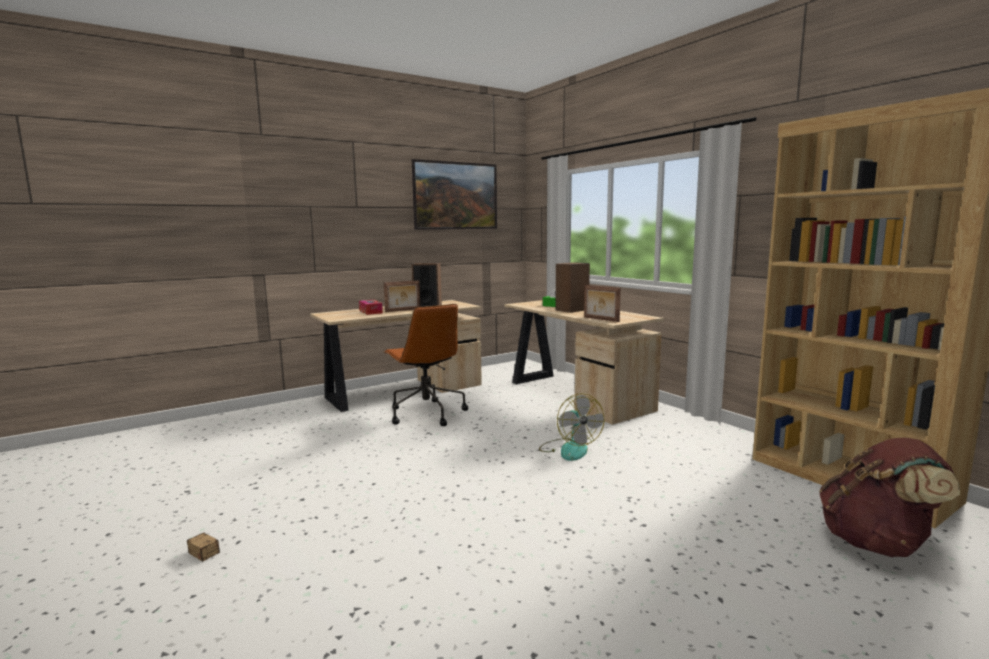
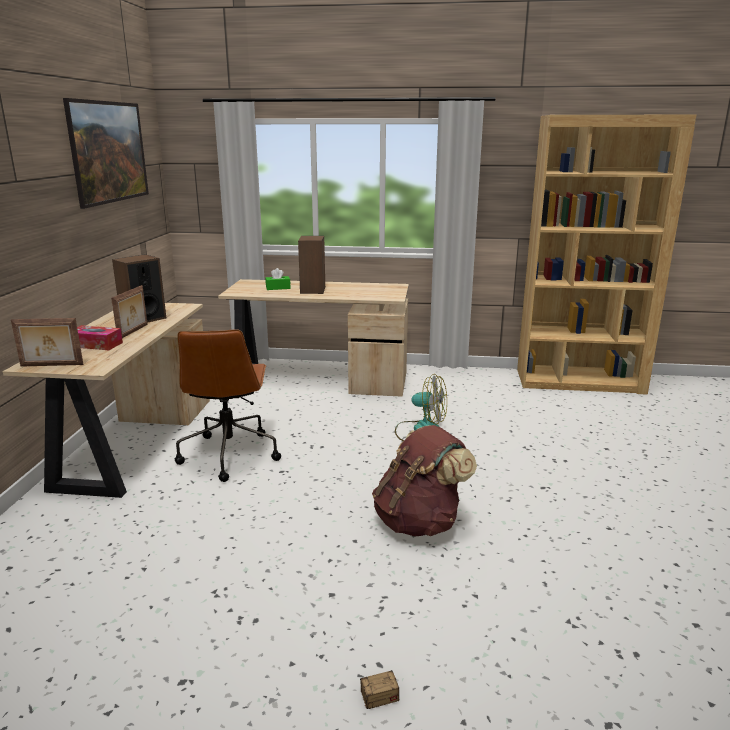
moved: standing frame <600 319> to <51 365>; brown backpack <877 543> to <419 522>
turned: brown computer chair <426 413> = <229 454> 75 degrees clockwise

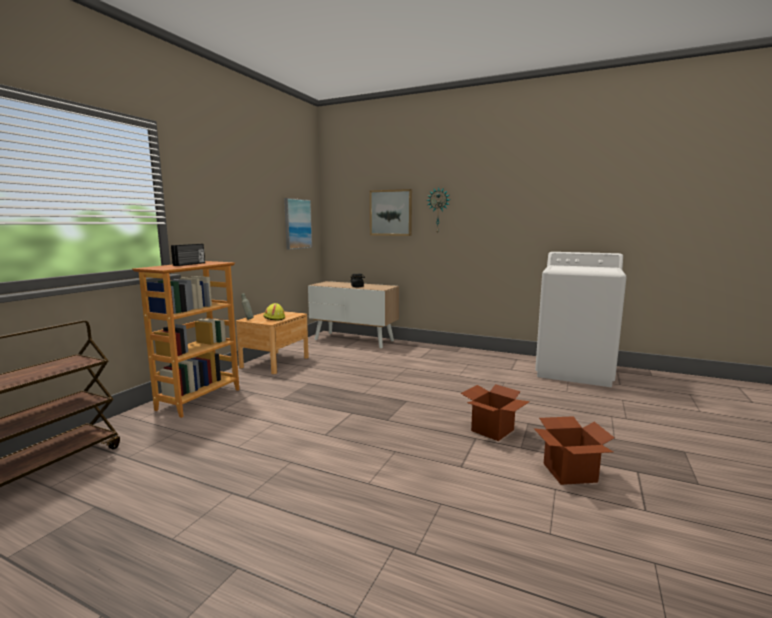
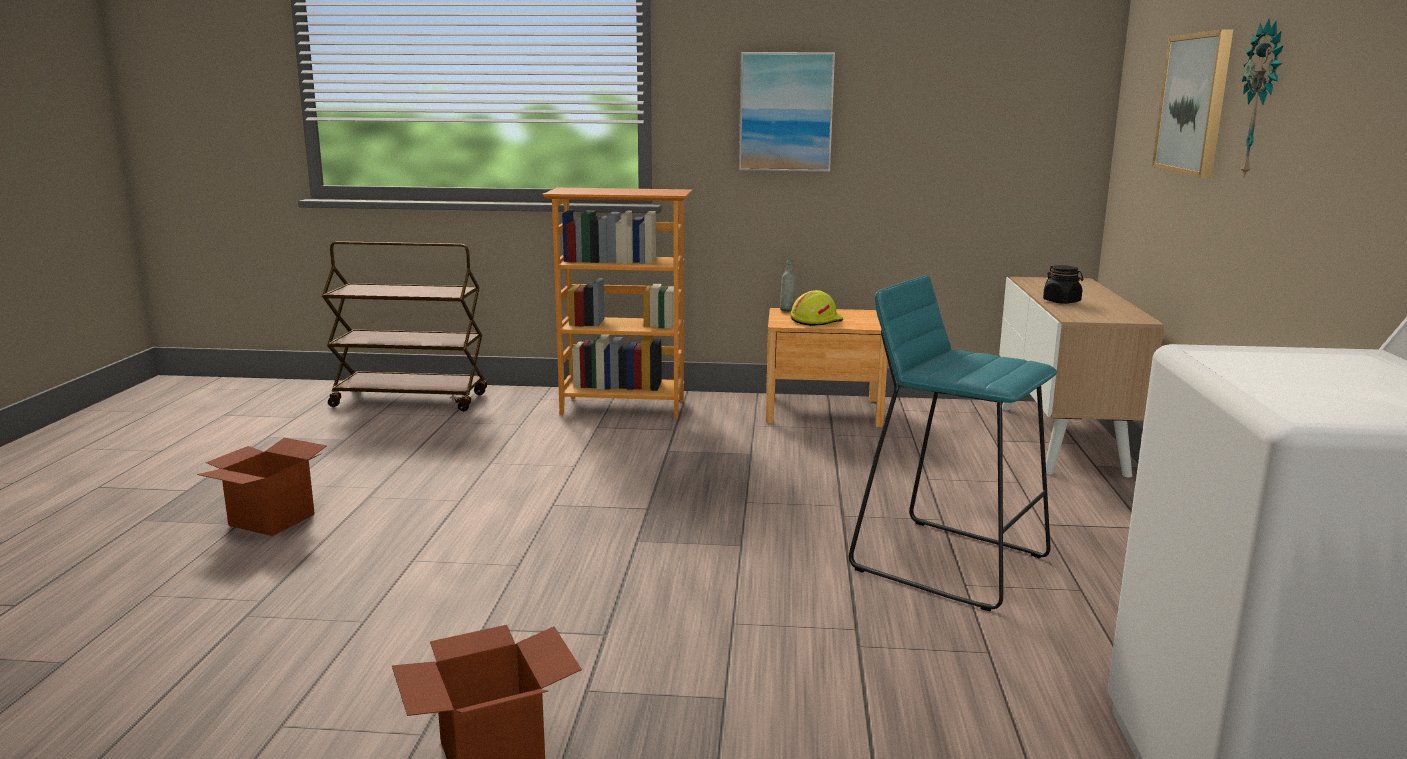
removed: radio set <190 264>
added: turquoise sitting stool <948 561>
moved: picture <297 224> to <786 112>; cardboard box <492 430> to <272 520>

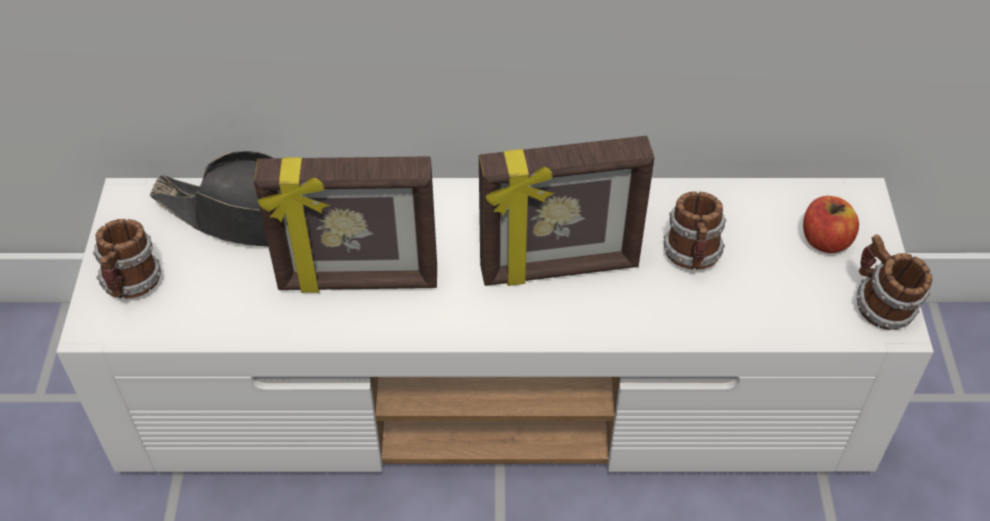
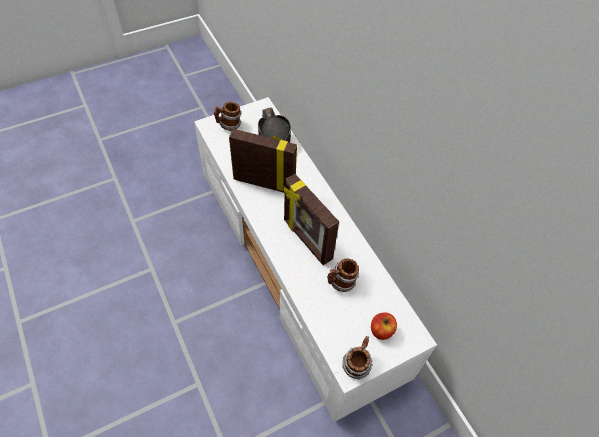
turned: standing frame <358 282> = <264 182> 135 degrees clockwise

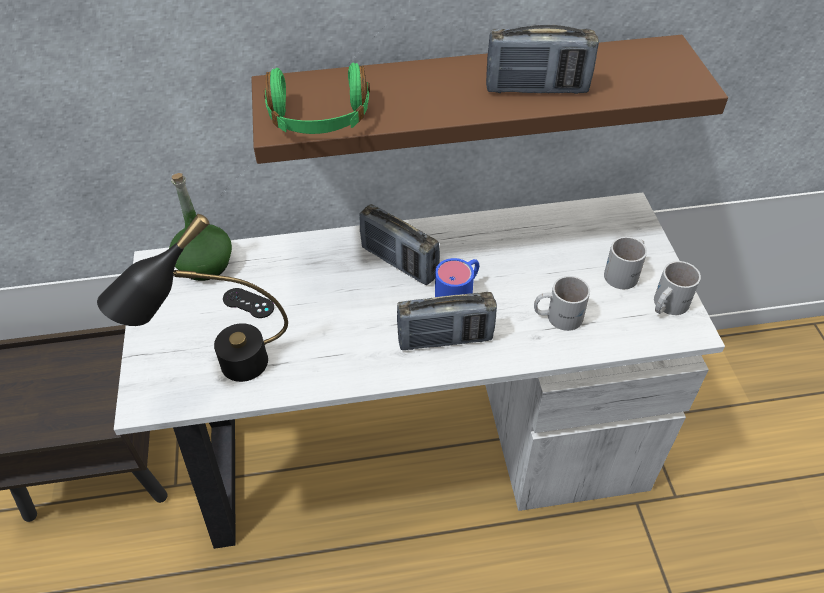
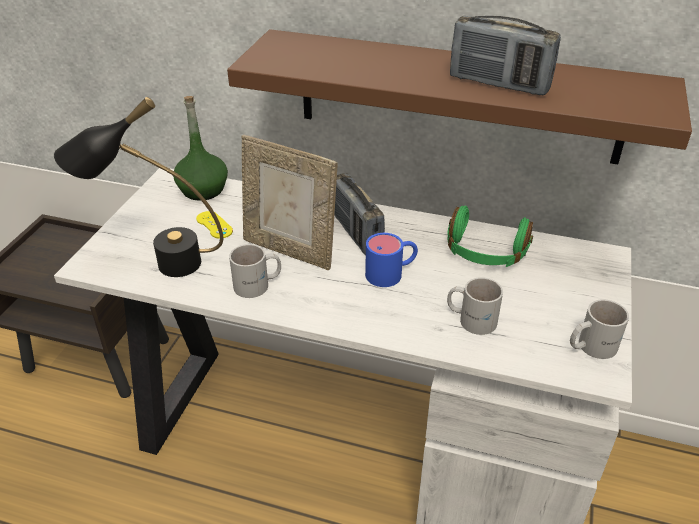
removed: radio set <445 339>
added: standing frame <290 250>
moved: green-coloured pair of headphones <319 119> to <485 252>; white tea mug <626 273> to <258 285>
recoloured: blackish game controller <248 303> to yellow-coloured game controller <214 225>

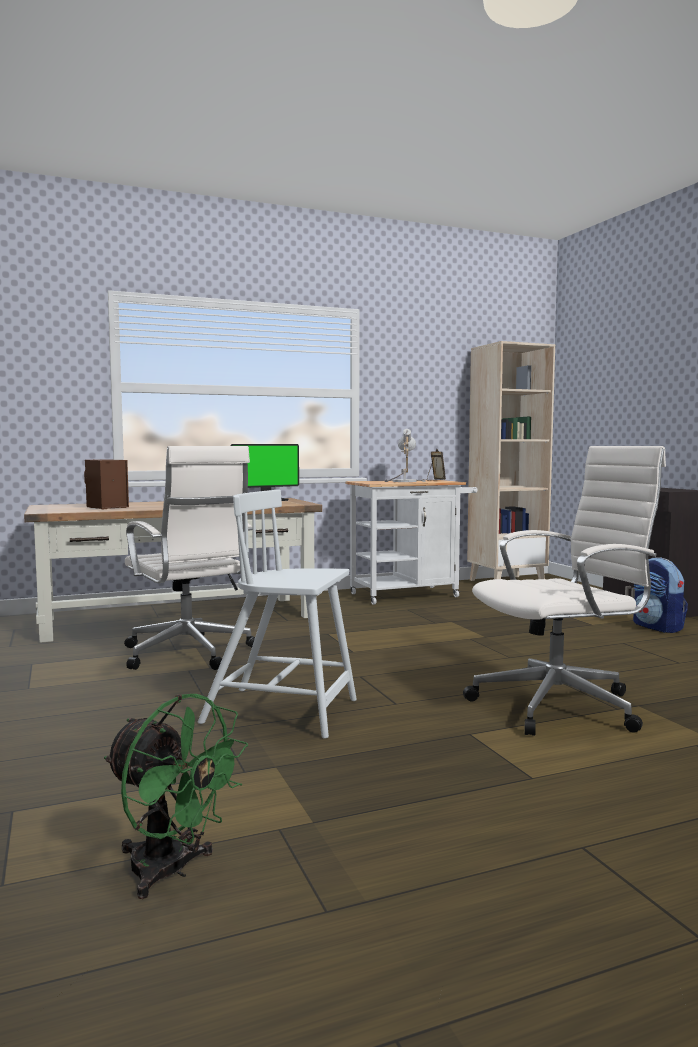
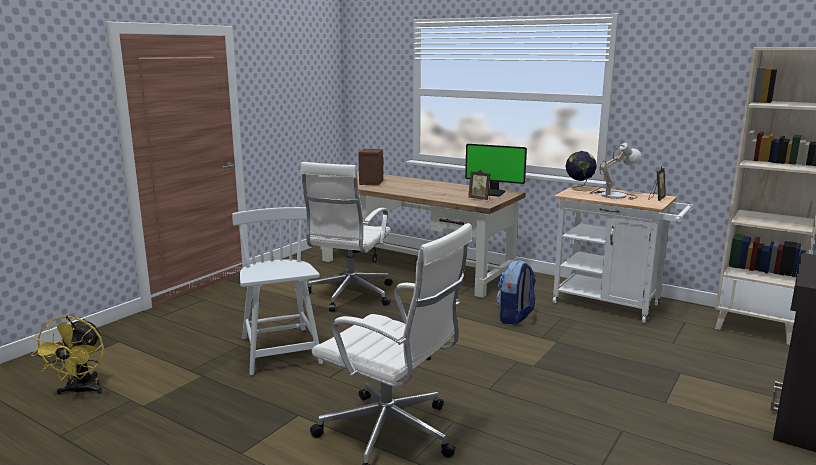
added: globe <579 188>; standing frame <480 199>
moved: backpack <658 627> to <515 317>
recoloured: green-coloured cooling fan <172 871> to yellow-coloured cooling fan <81 391>

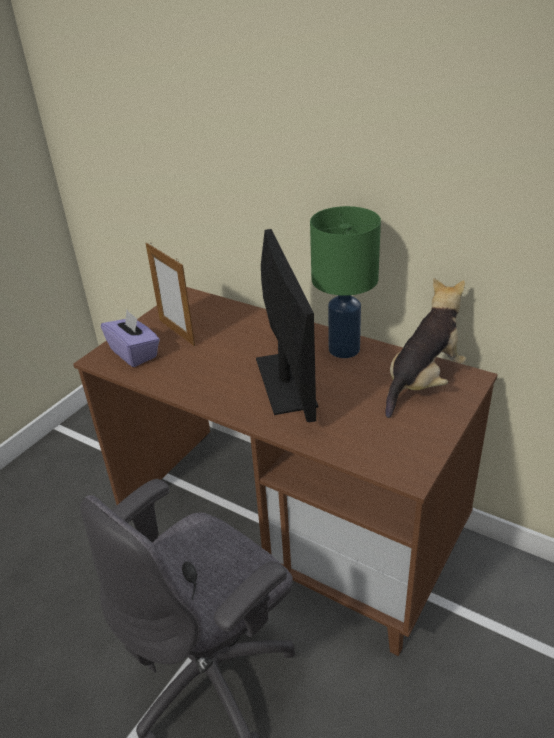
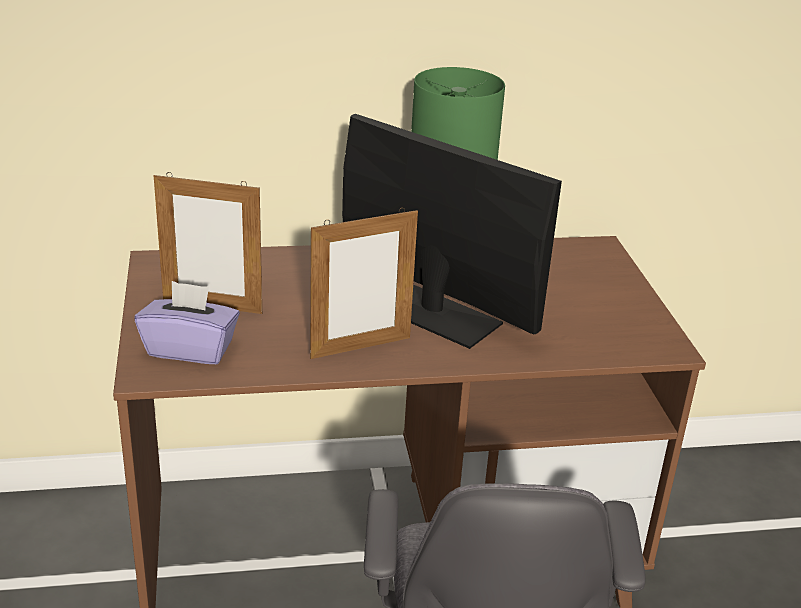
removed: plush toy <423 382>
added: standing frame <360 347>

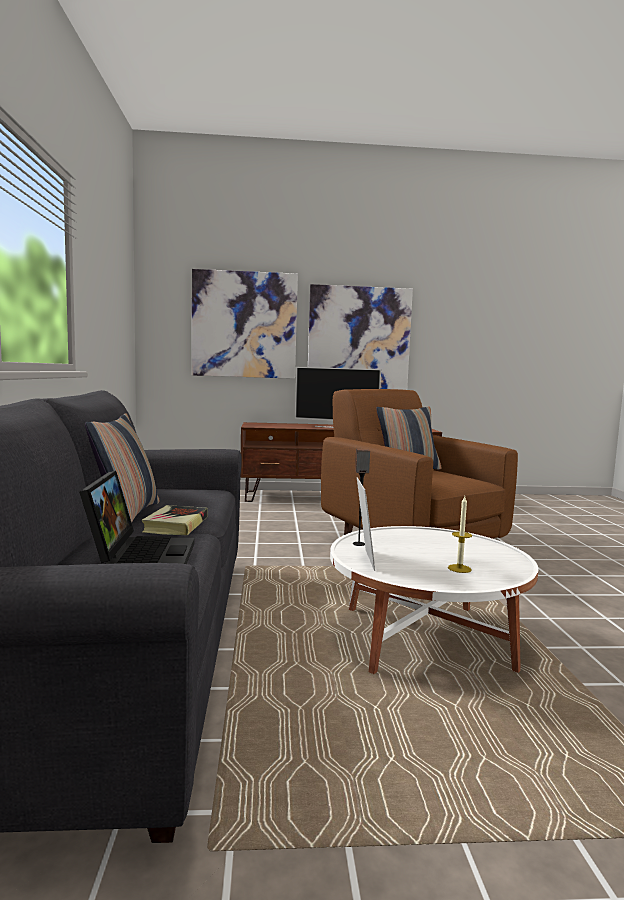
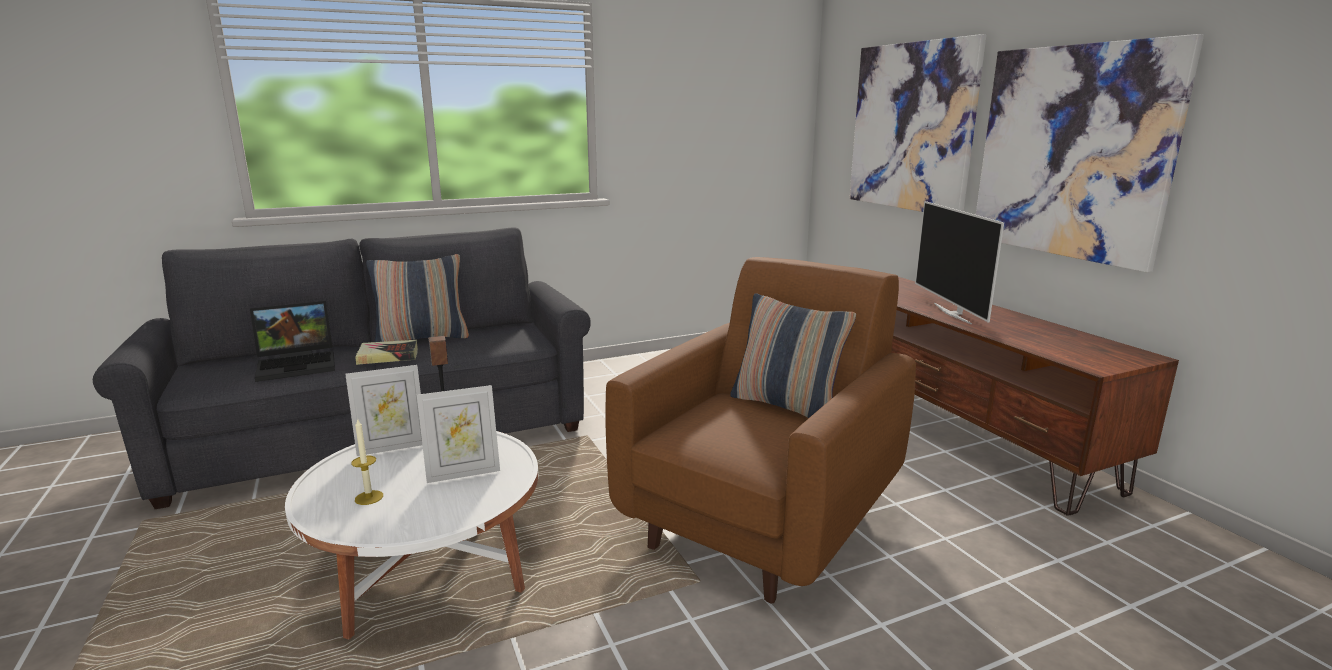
added: standing frame <463 473>

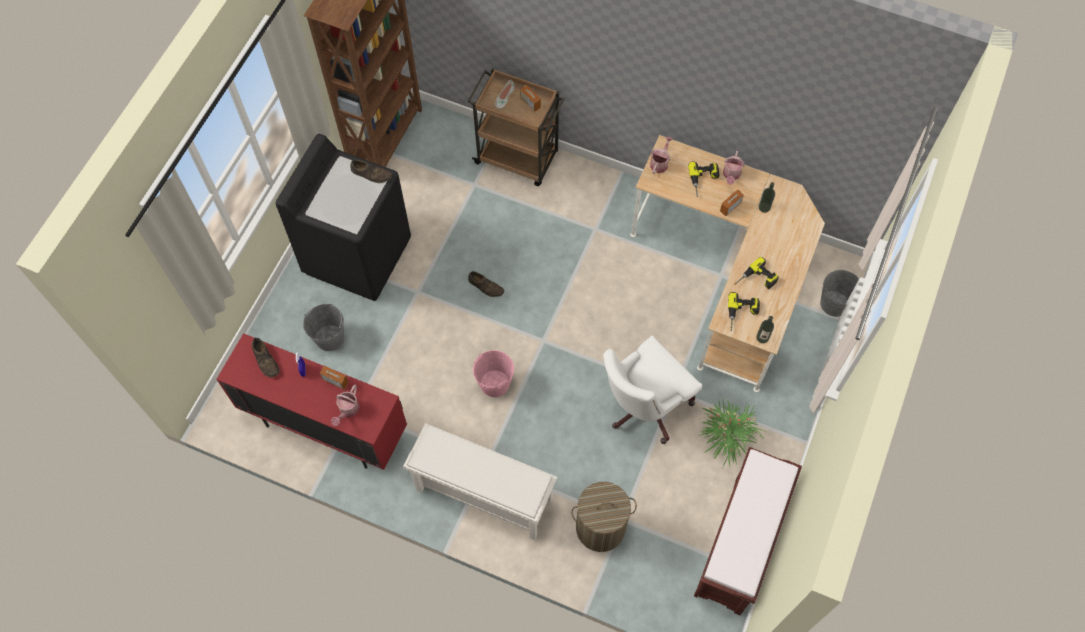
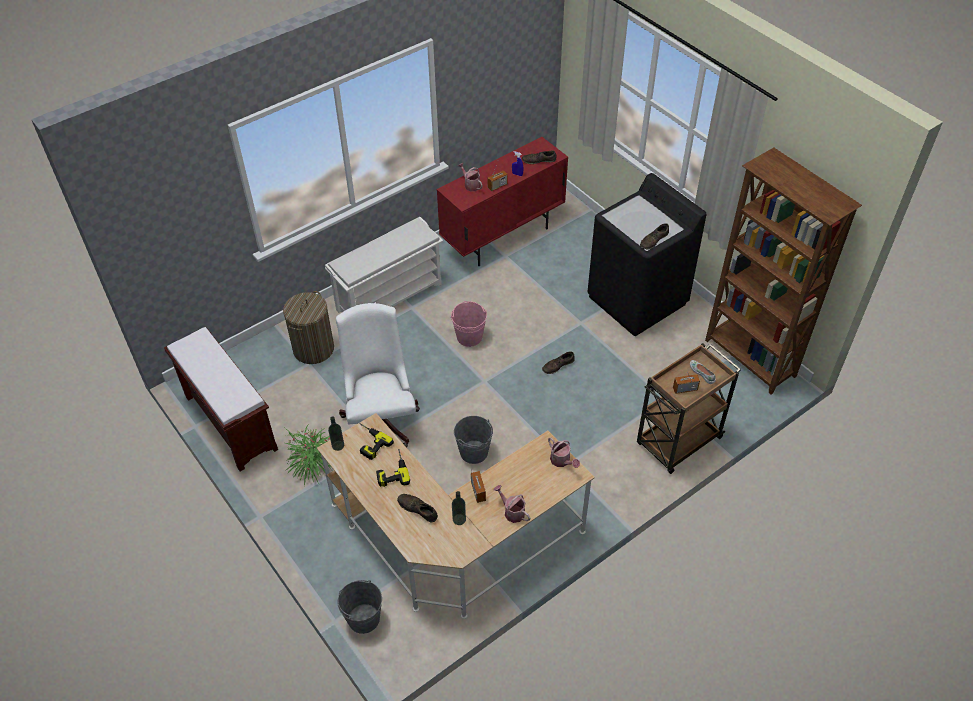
removed: electric drill <704 181>
added: brown item of footwear <417 509>
moved: gray pail <329 337> to <474 452>

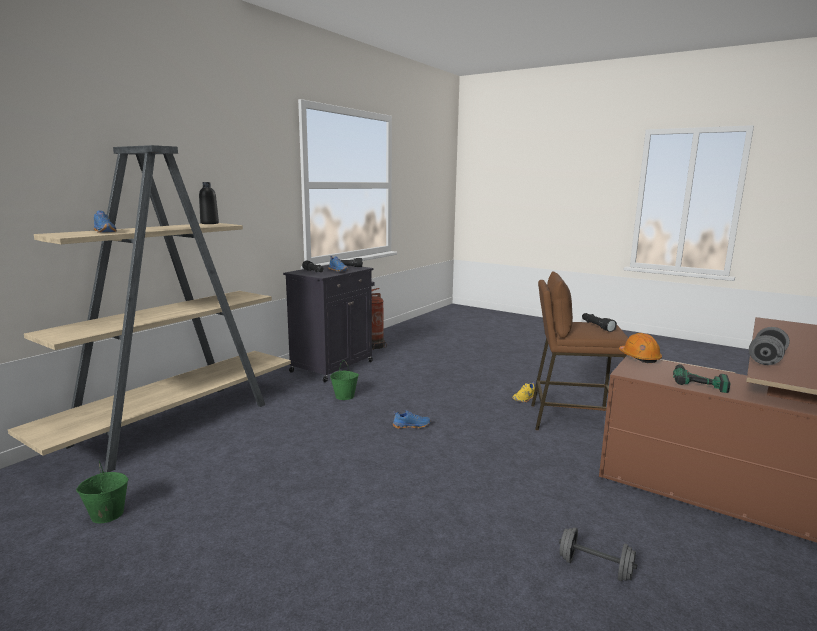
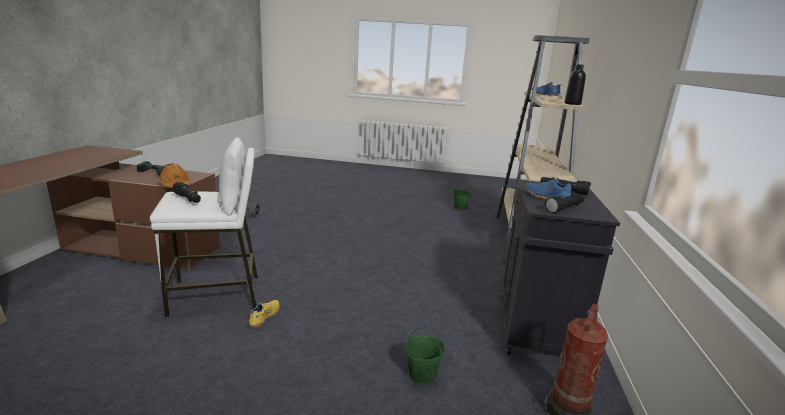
removed: gray dumbbell <766 359>; bluish item of footwear <411 425>
moved: green-coloured pail <345 396> to <421 375>
recoloured: brown sitting stool <571 419> to white sitting stool <216 295>

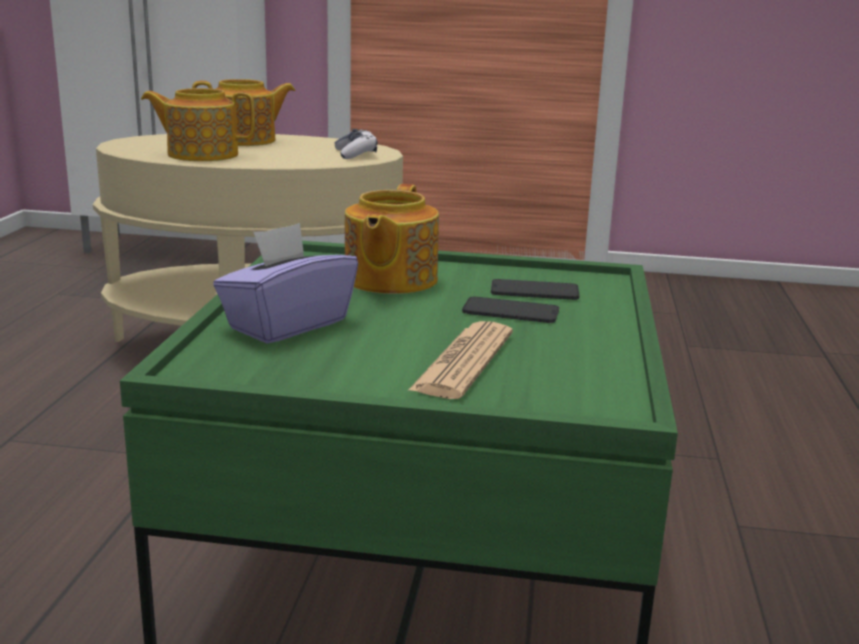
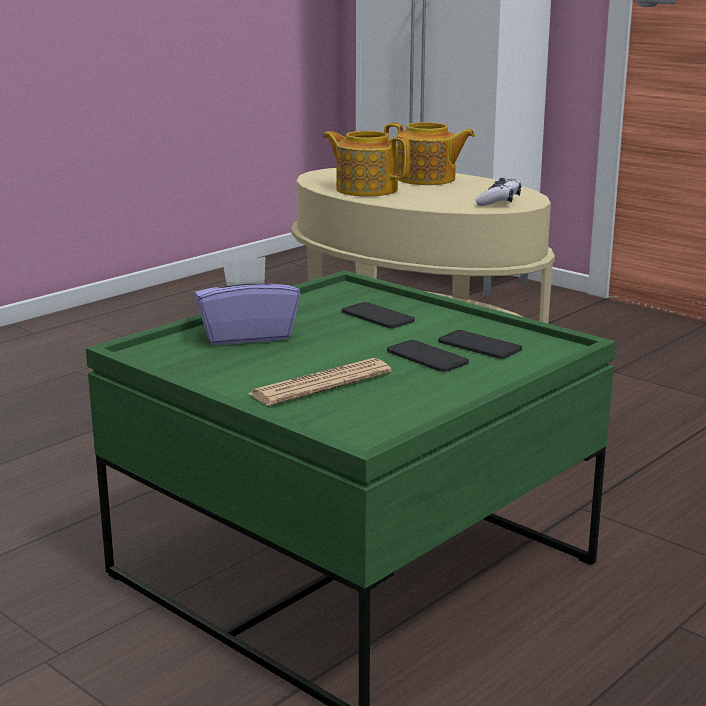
replaced: tea pot <389 280> to phone <377 316>

